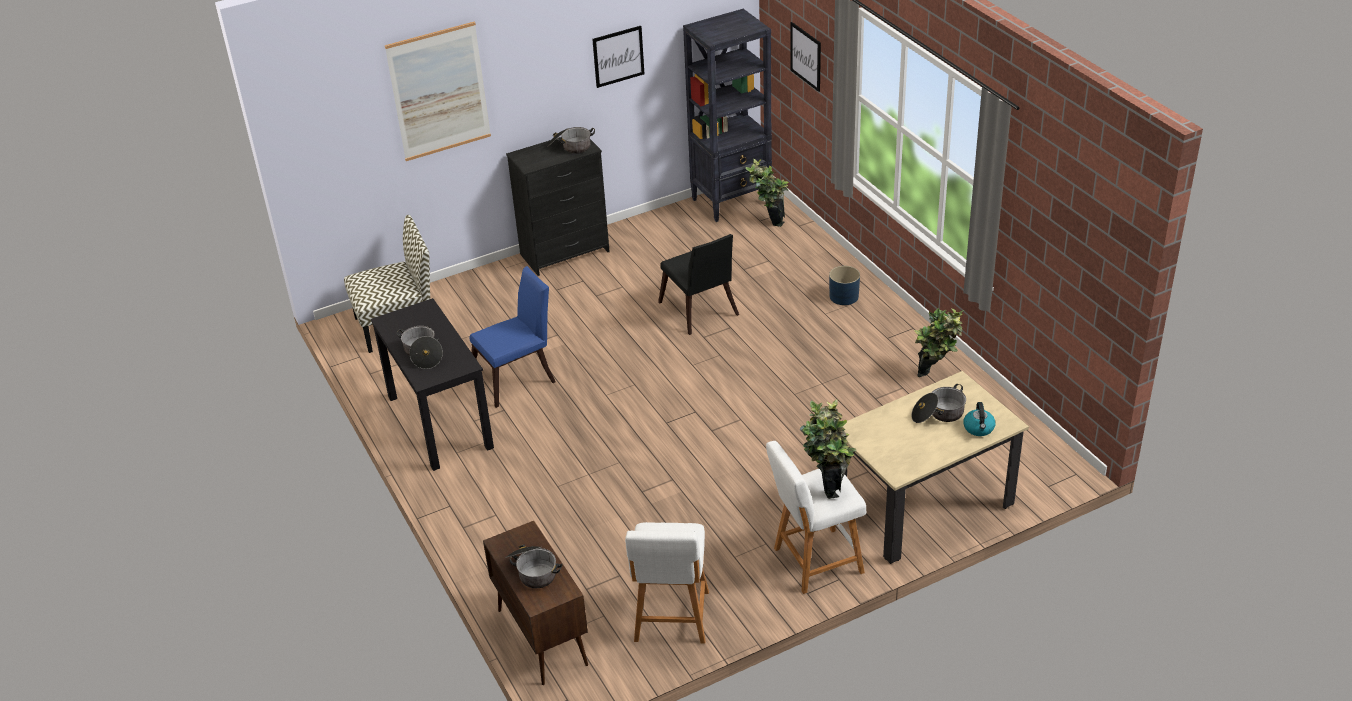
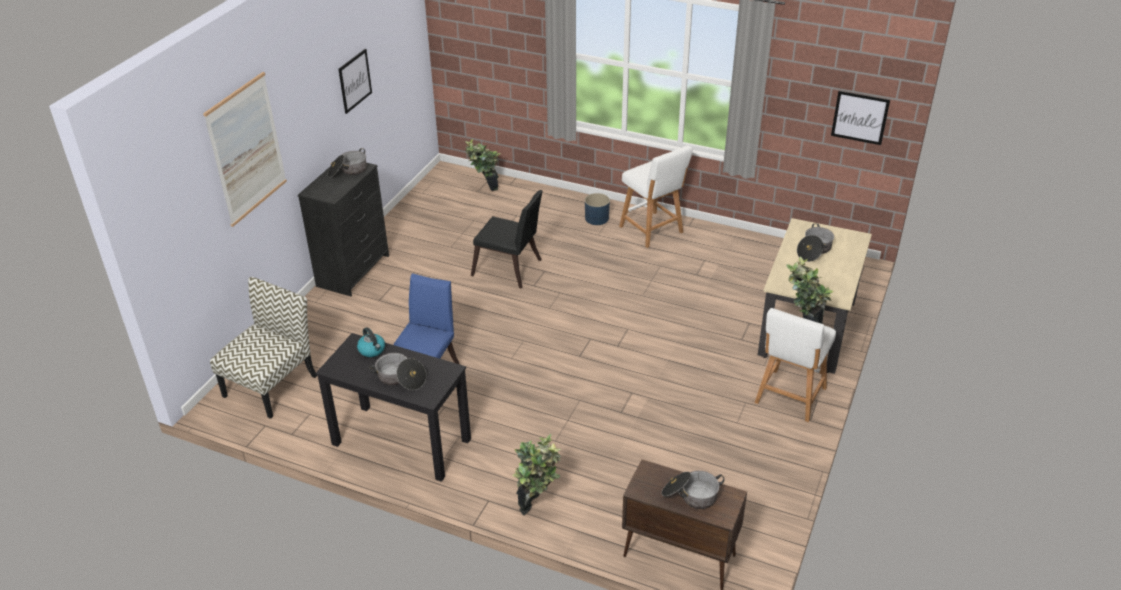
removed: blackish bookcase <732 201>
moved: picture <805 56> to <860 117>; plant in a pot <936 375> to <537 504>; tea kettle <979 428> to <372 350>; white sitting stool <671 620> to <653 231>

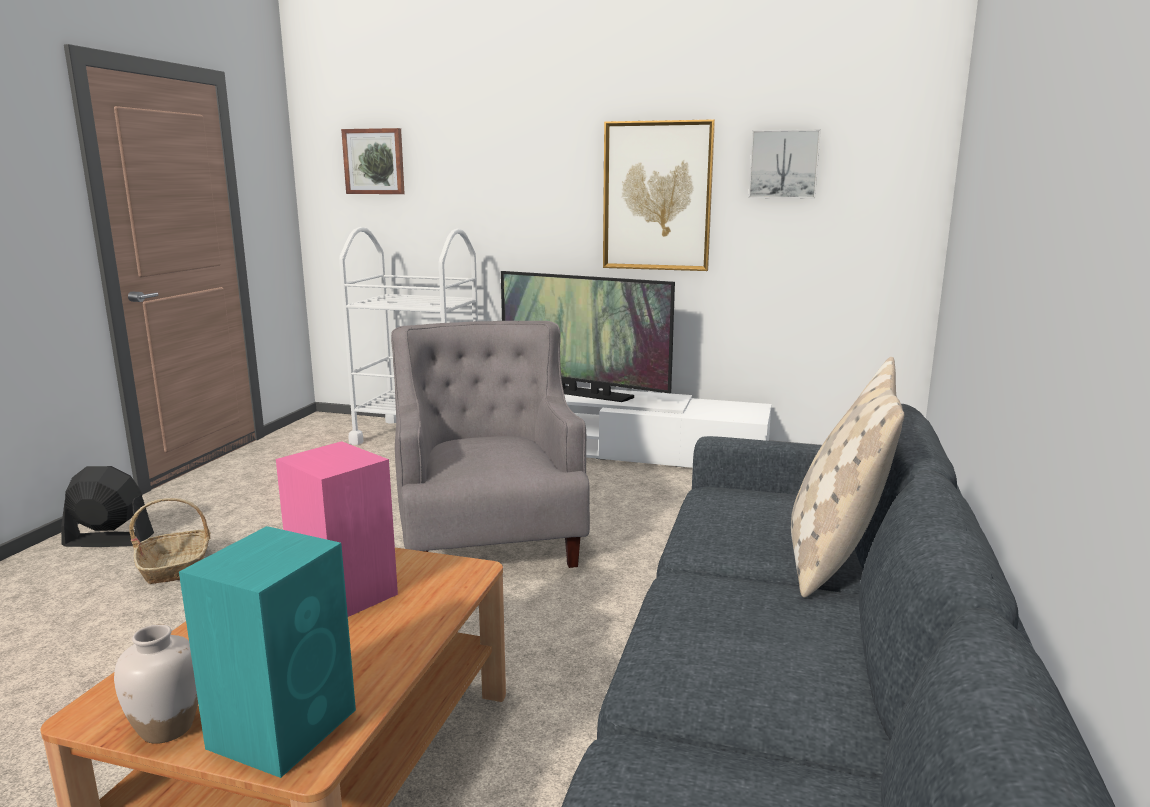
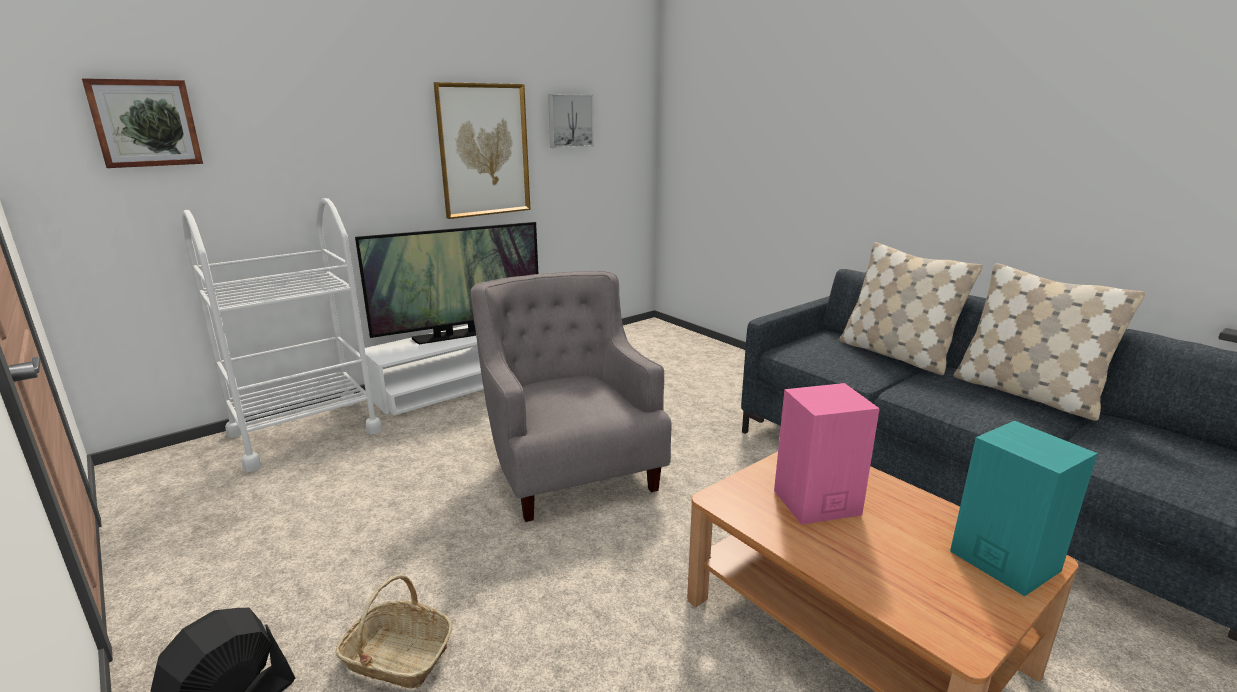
removed: white flower vase <166 728>
added: beige pillow <1026 393>
turned: gray lounge chair <489 535> = <569 465> 45 degrees clockwise

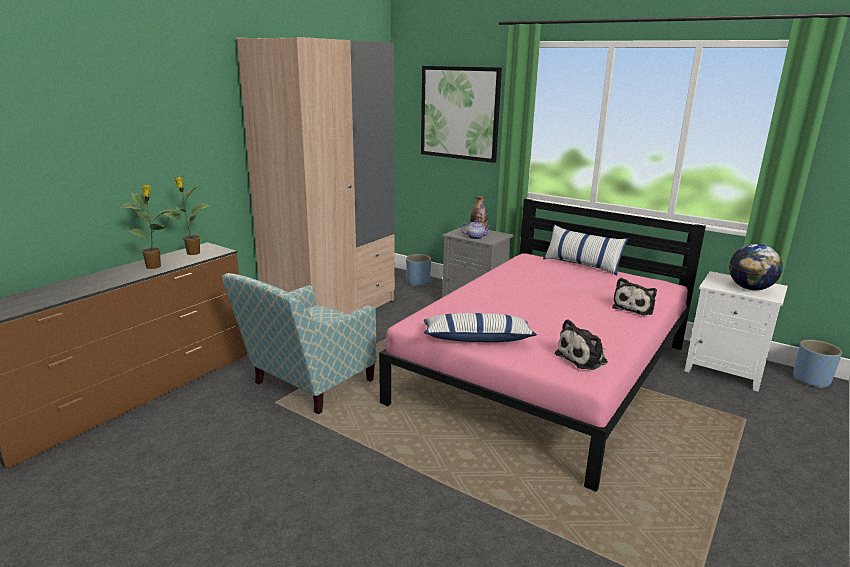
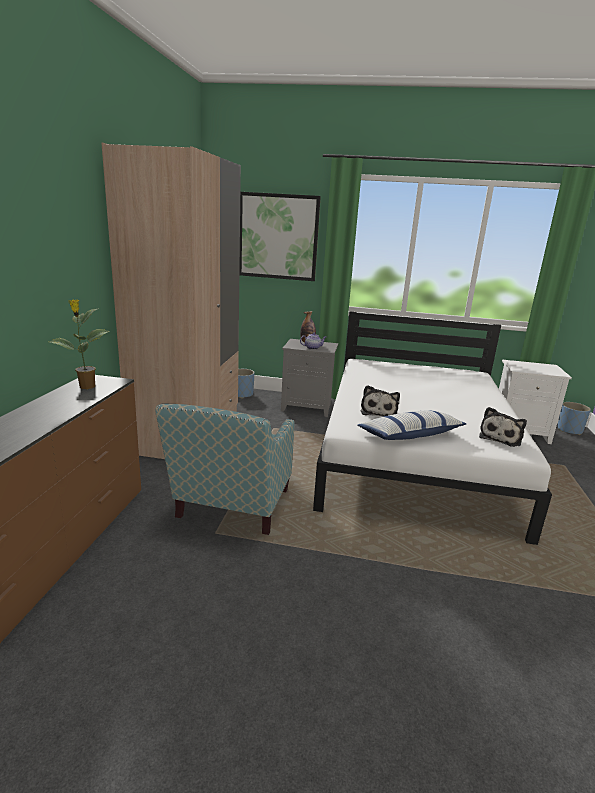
removed: plant in a pot <154 266>; pillow <581 264>; globe <750 288>
moved: plush toy <634 308> to <378 411>
recoloured: pink-coloured sleeping bed <546 373> to white sleeping bed <414 457>

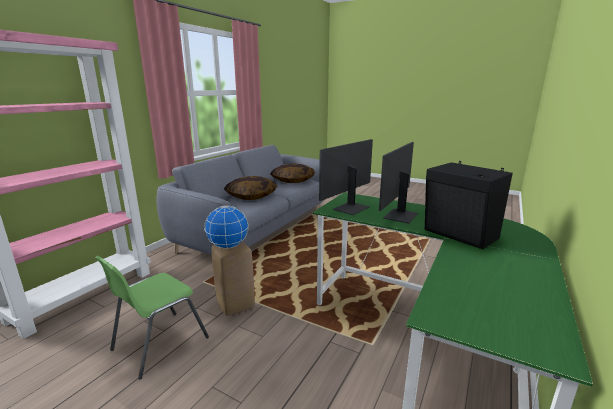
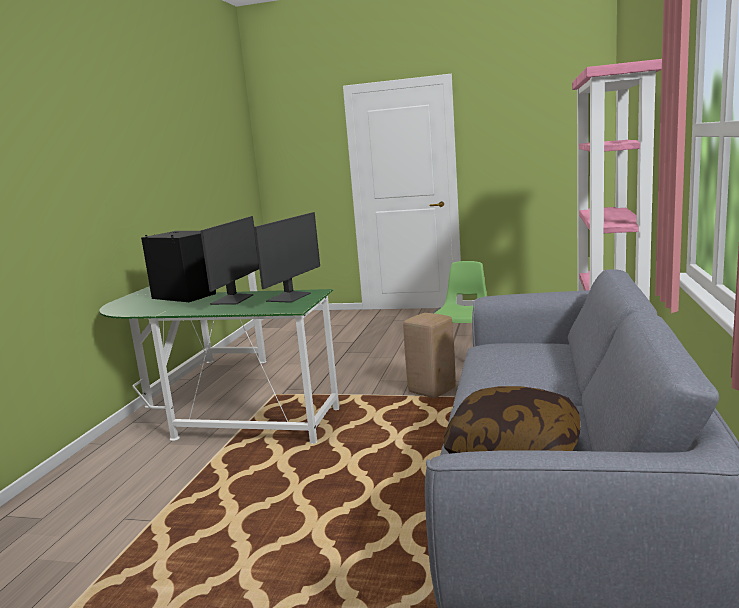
removed: pillow <251 196>; globe <228 246>

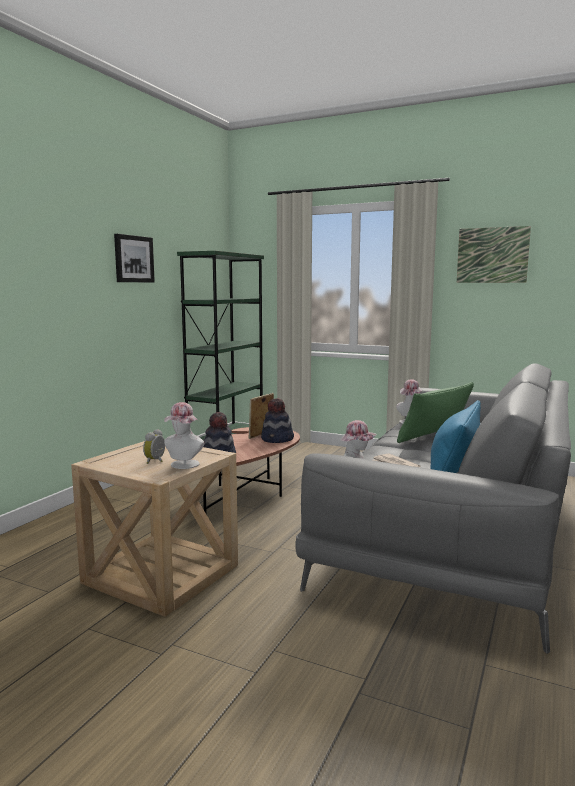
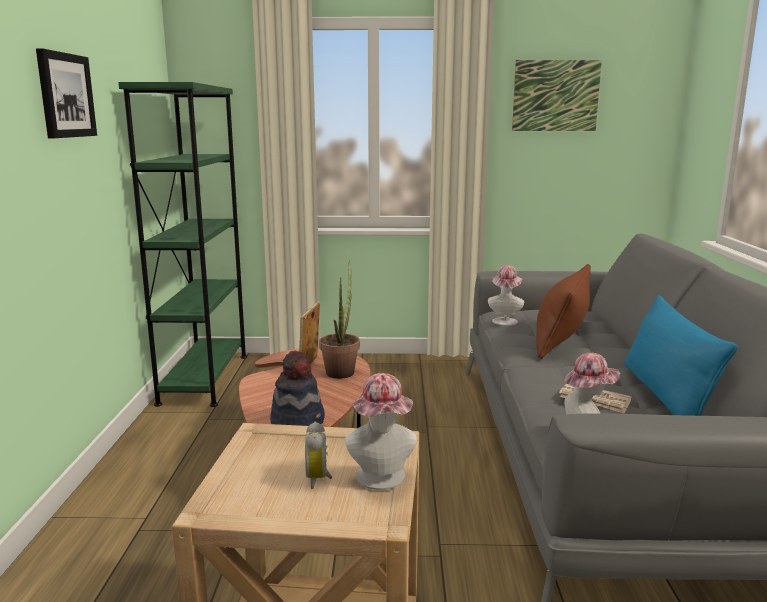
replaced: hat <277 439> to plant in a pot <341 370>
recoloured: green-coloured pillow <434 435> to brown pillow <561 339>

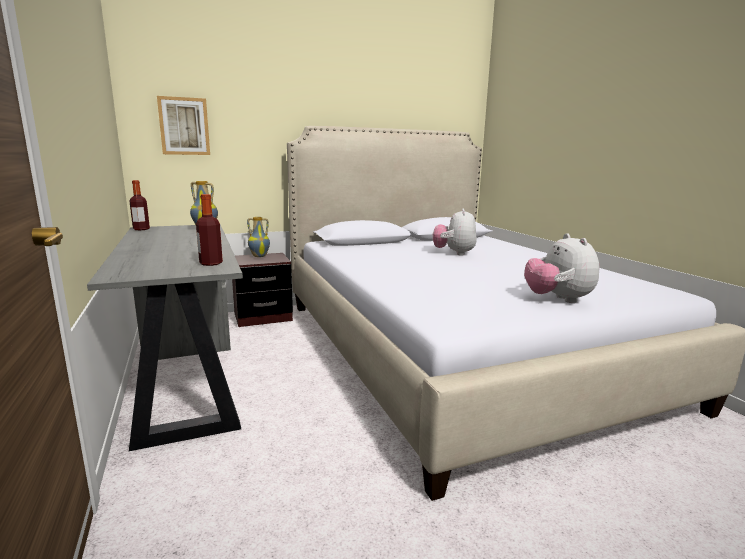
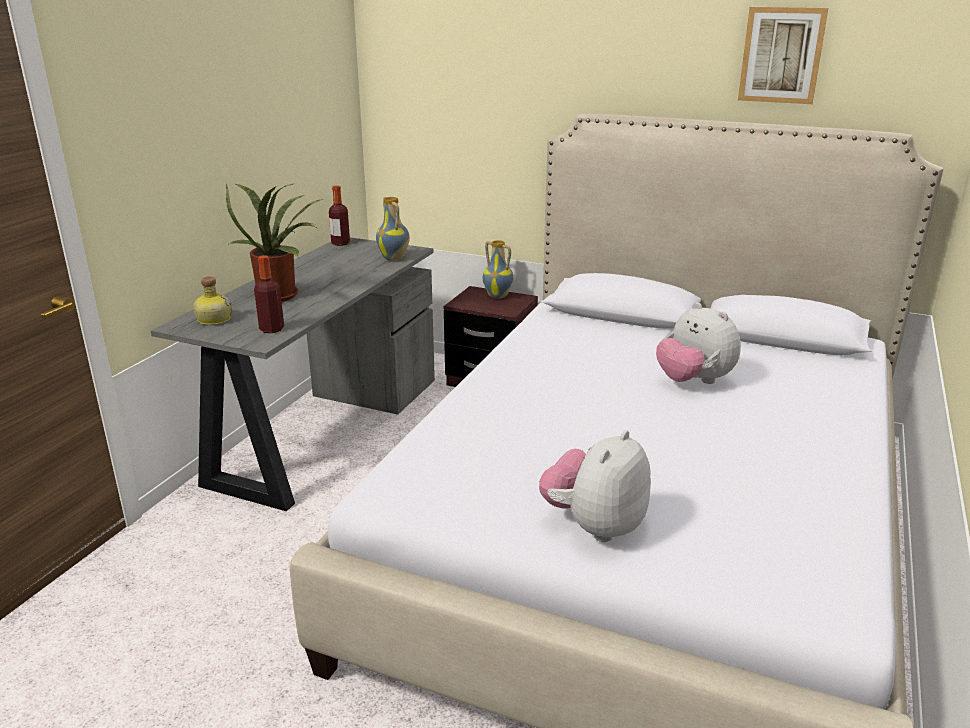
added: plant in a pot <281 295>; bottle <213 319>
moved: picture <184 126> to <781 55>
turned: plush toy <454 253> = <694 381> 90 degrees counterclockwise

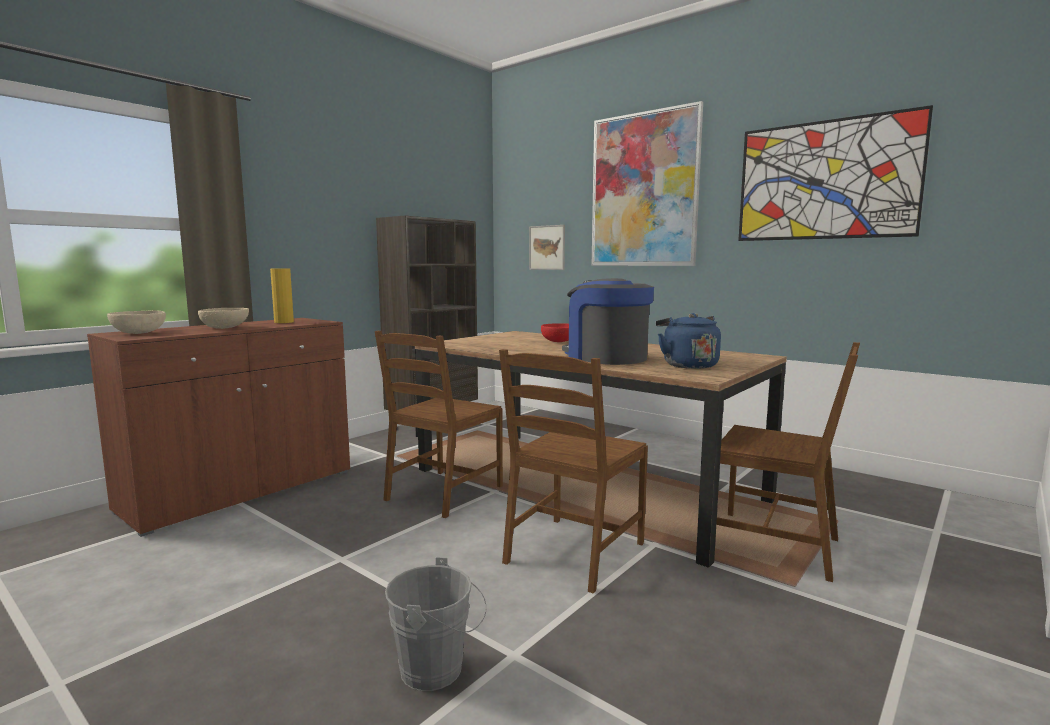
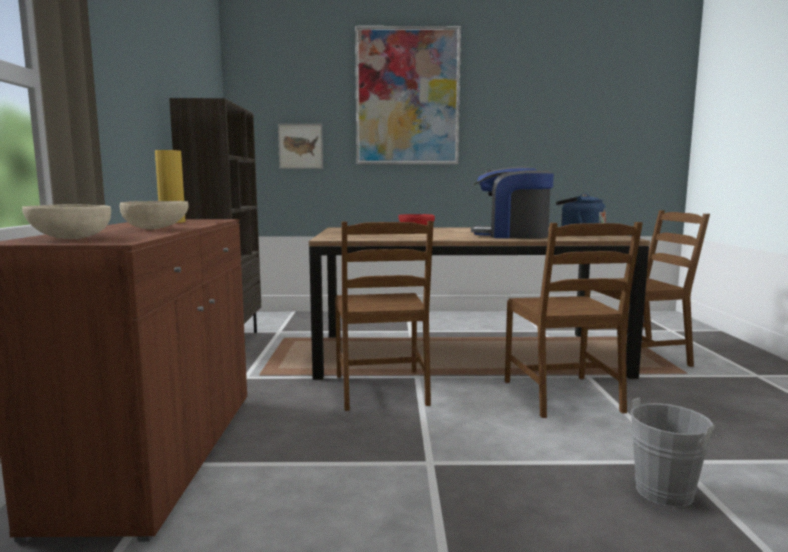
removed: picture <825 180>

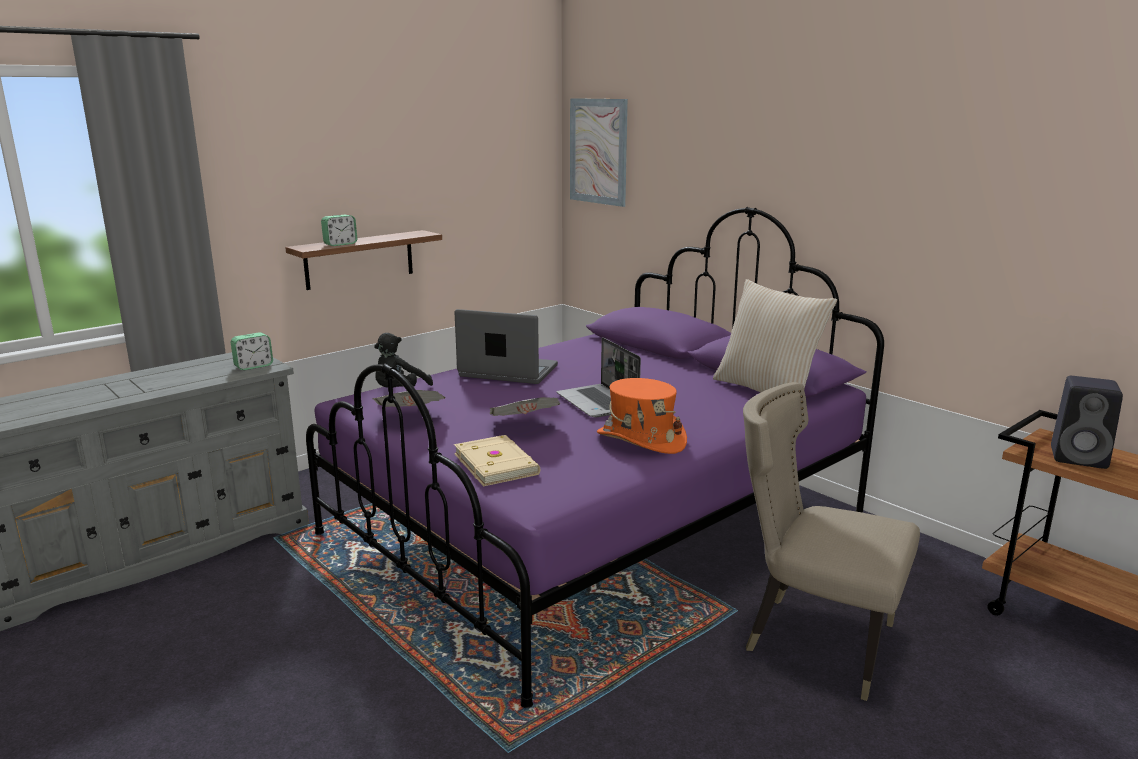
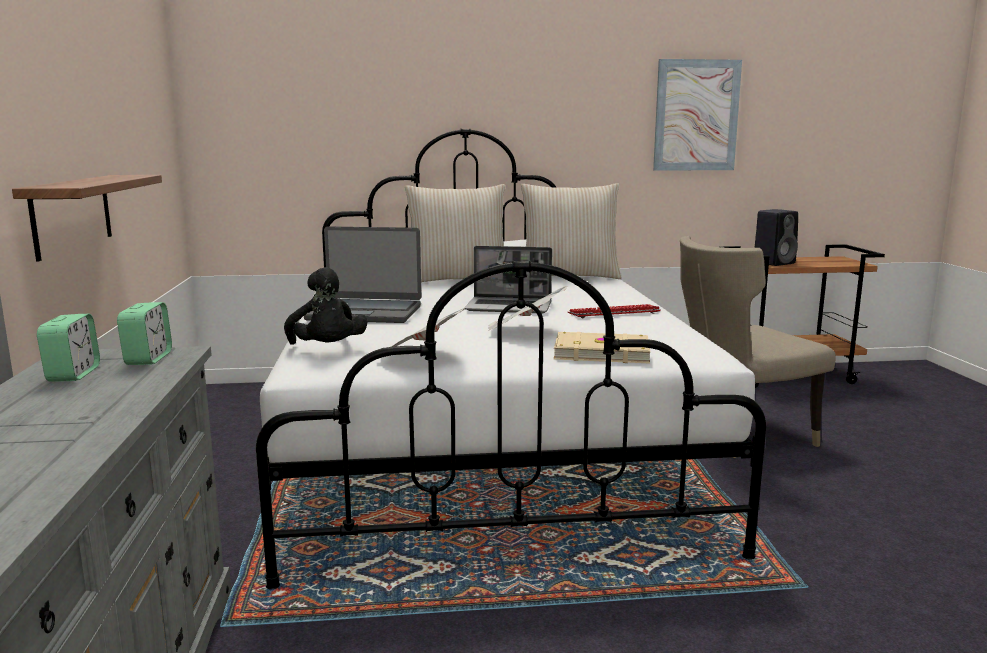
added: beige pillow <458 280>
moved: picture <598 151> to <696 115>; alarm clock <340 244> to <73 374>
replaced: orange hat <640 439> to PC keyboard <614 313>
recoloured: purplish sleeping bed <597 524> to white sleeping bed <487 447>
turned: portable computer <508 372> = <365 313> 135 degrees counterclockwise

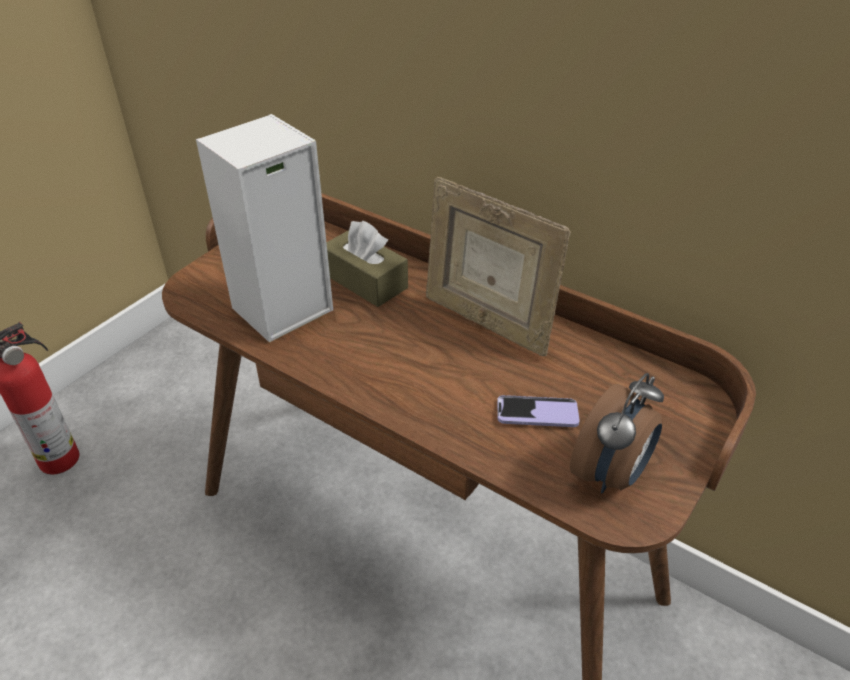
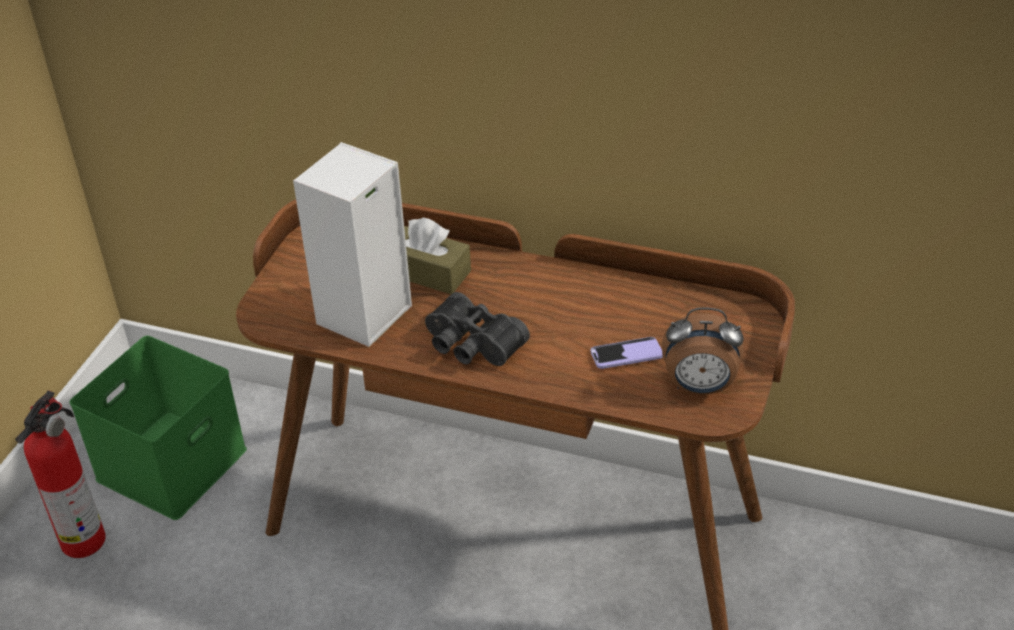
removed: standing frame <486 322>
added: blackish binoculars <471 345>; green-coloured storage container <171 461>
turned: alarm clock <611 474> = <699 387> 75 degrees clockwise

